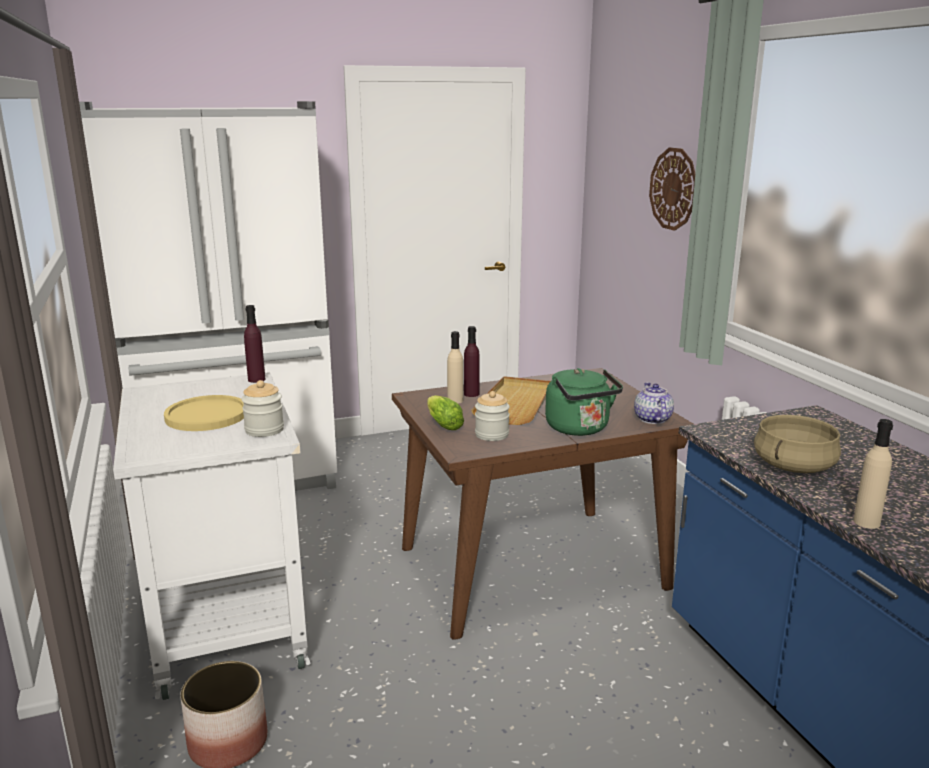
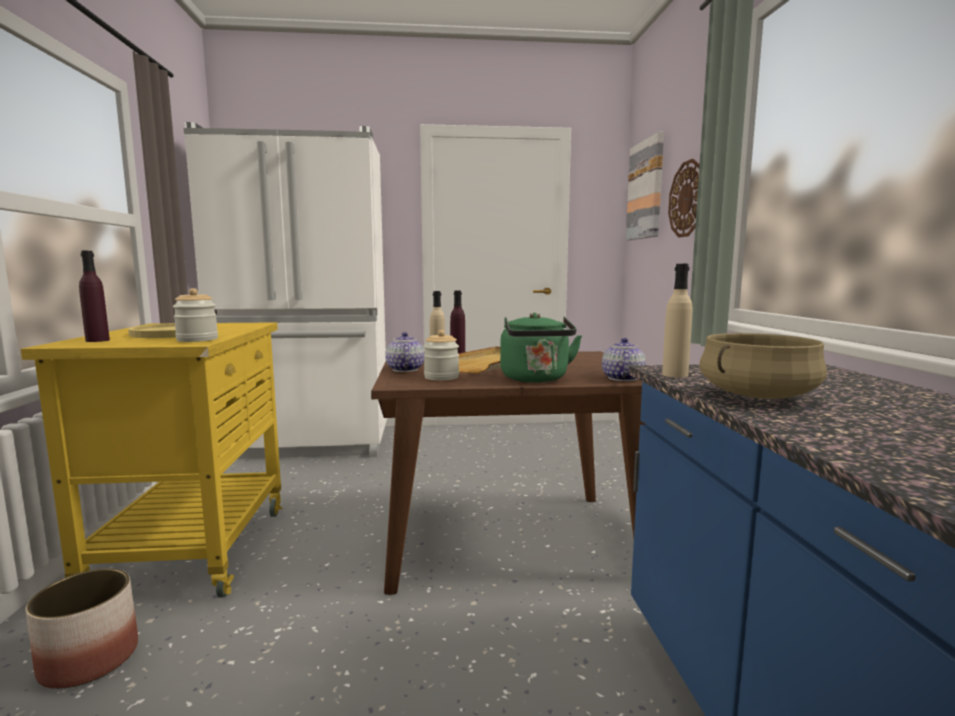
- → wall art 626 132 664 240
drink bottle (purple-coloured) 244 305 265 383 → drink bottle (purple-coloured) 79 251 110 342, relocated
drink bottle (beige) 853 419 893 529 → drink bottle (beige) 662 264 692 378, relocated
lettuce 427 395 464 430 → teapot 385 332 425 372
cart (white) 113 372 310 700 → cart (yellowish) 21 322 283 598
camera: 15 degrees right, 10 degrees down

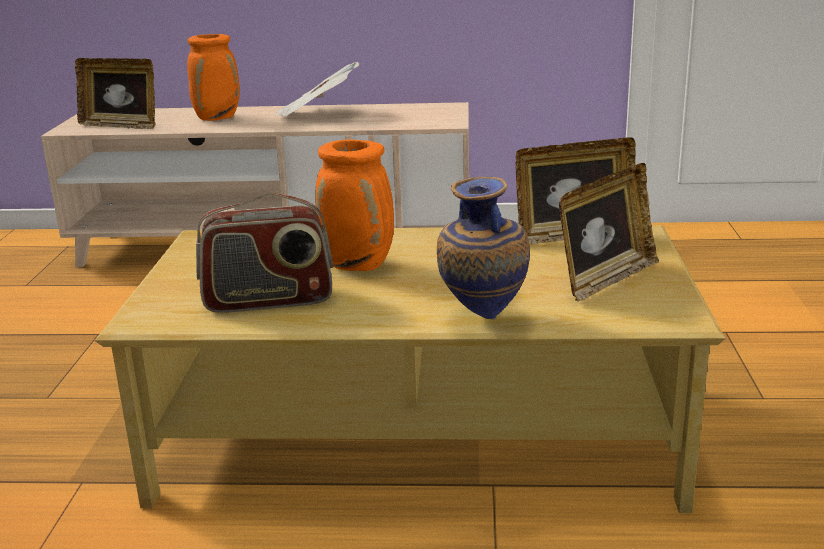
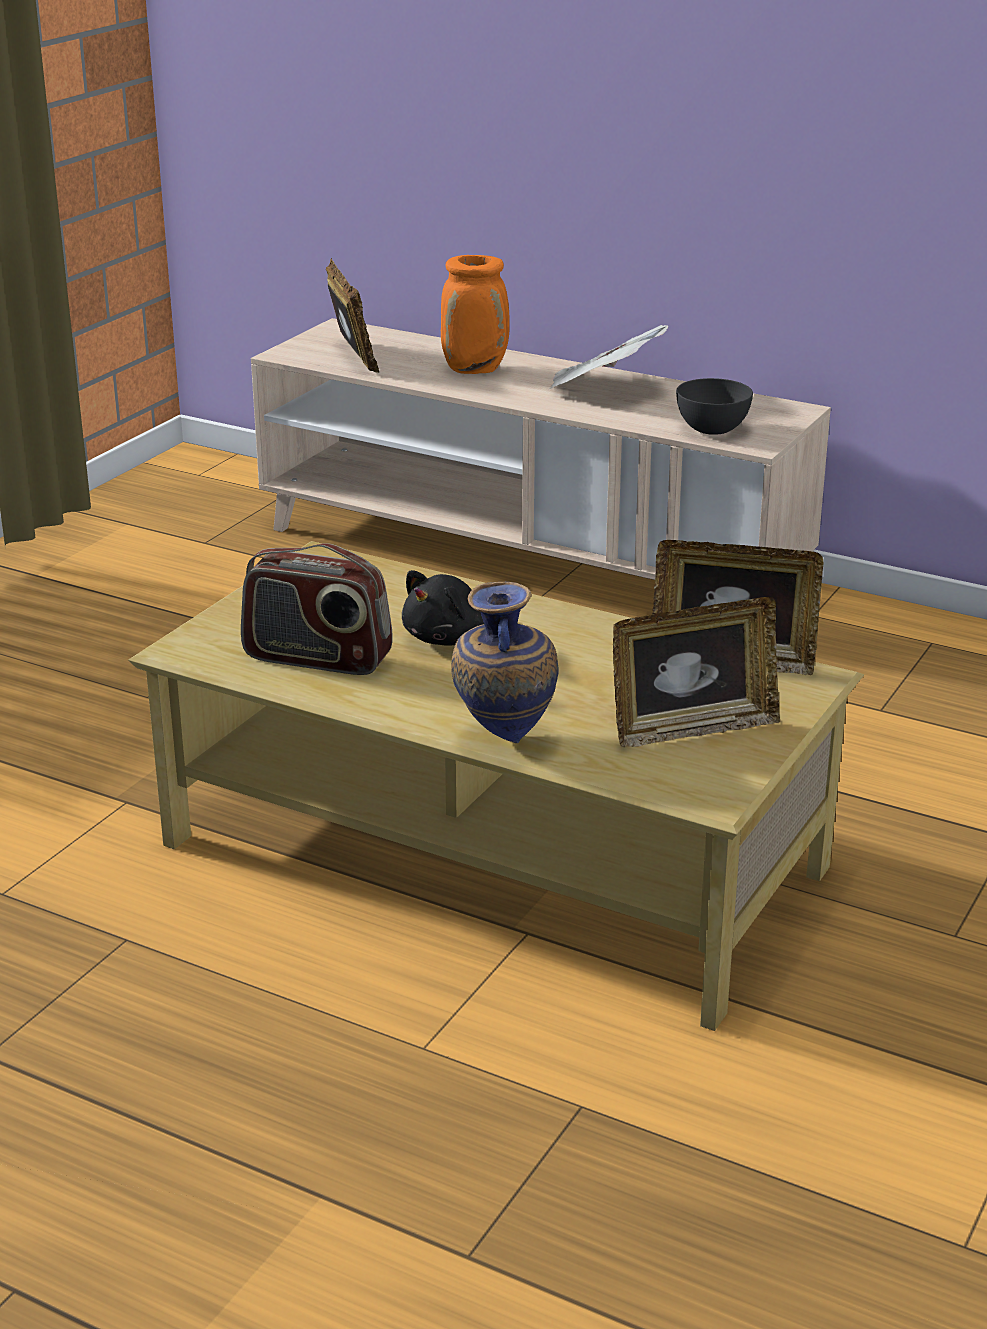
- → serving bowl (greyish) 676 378 753 435
vase (orange-coloured) 315 140 394 271 → cuddly toy (black-coloured) 402 570 484 645
picture frame 75 58 156 129 → picture frame 326 258 379 373, 150 degrees counterclockwise
camera: 25 degrees right, 5 degrees up

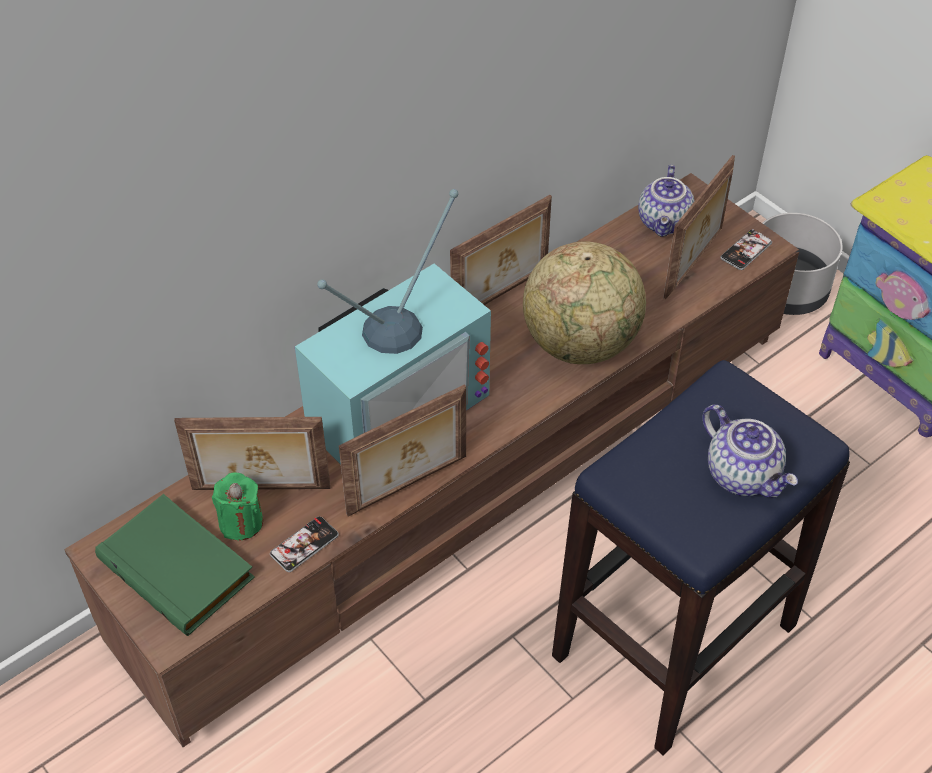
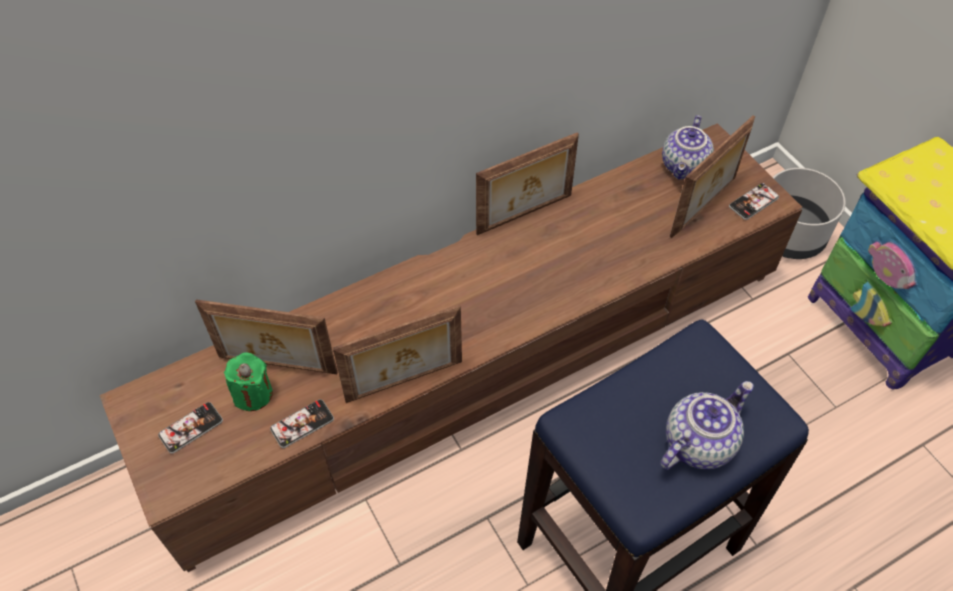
TV set 295 189 491 464 → -
desk globe 523 241 646 364 → -
book (green) 95 494 255 636 → phone 158 402 223 454
teapot 702 404 798 498 → teapot 660 381 754 470, 105 degrees counterclockwise
camera: 10 degrees right, 5 degrees up

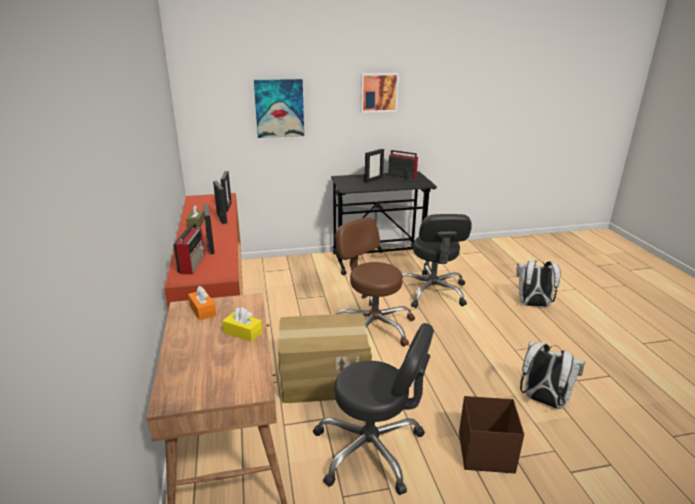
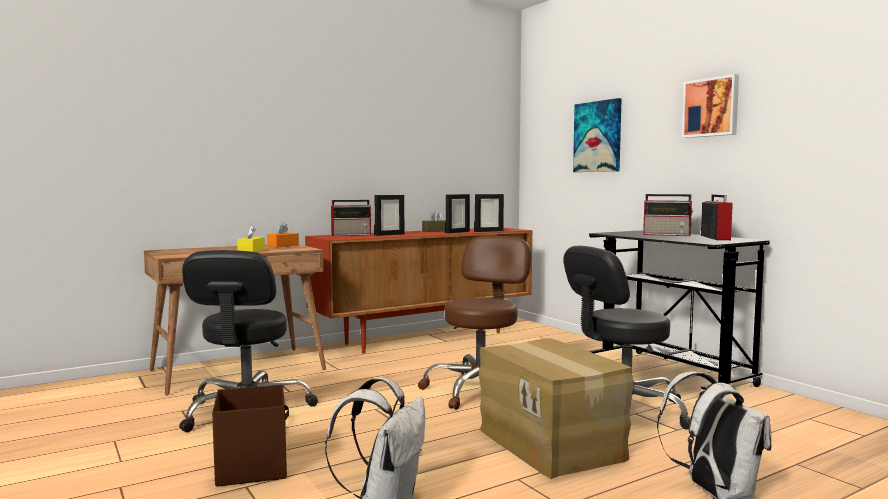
cardboard box 278 313 372 403 → cardboard box 479 338 634 479, relocated
picture frame 364 149 384 183 → radio 643 194 694 236
camera: 70 degrees right, 20 degrees down

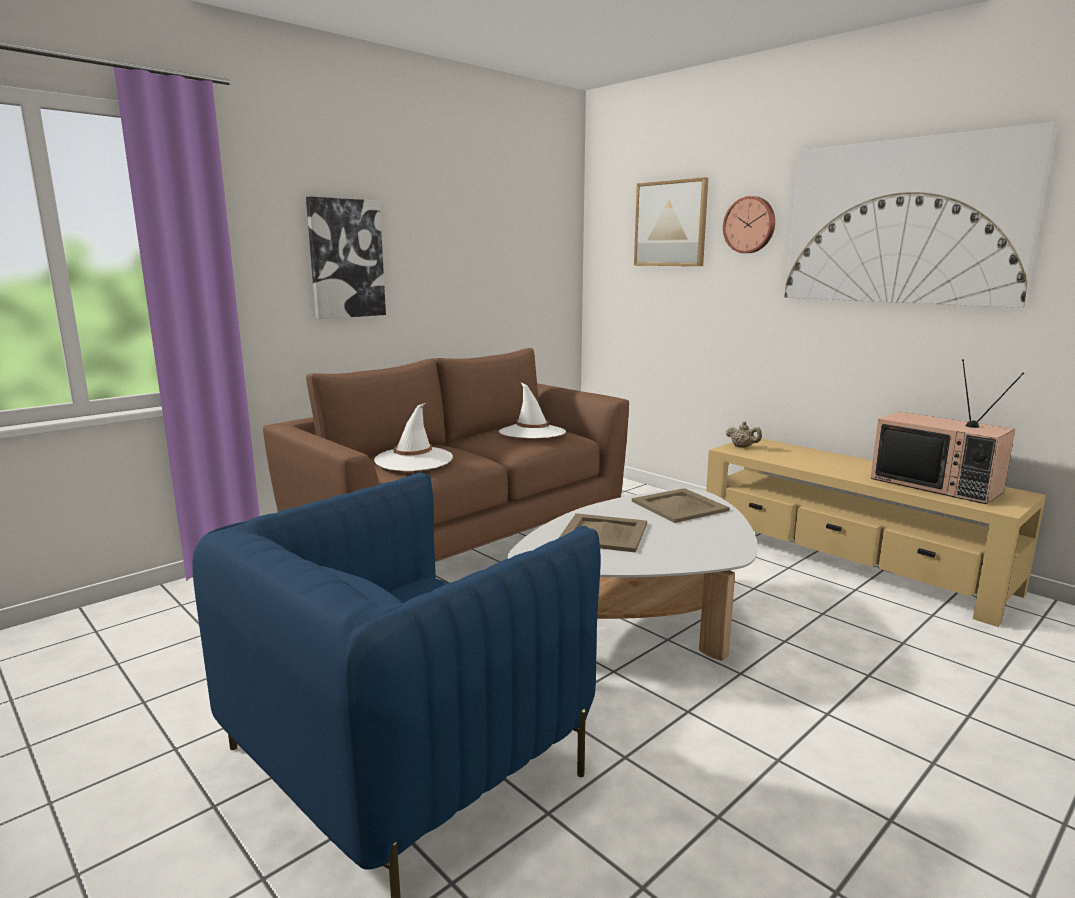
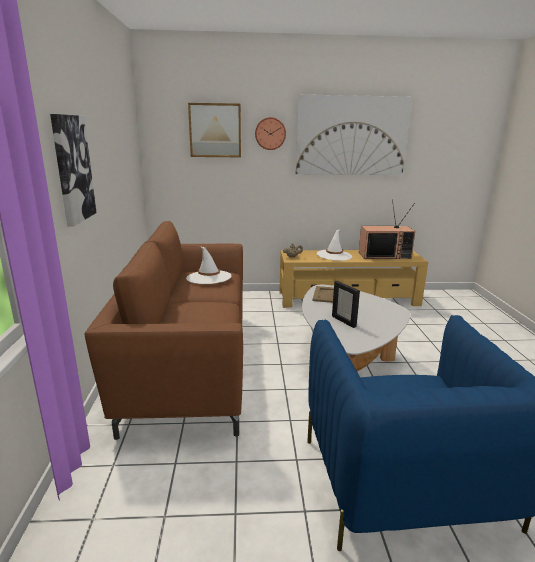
wearable hat (white) 374 403 453 471 → wearable hat (white) 317 229 352 261, relocated
serving tray (beige) 559 513 647 553 → picture frame 332 281 360 328
camera: 50 degrees left, 5 degrees up

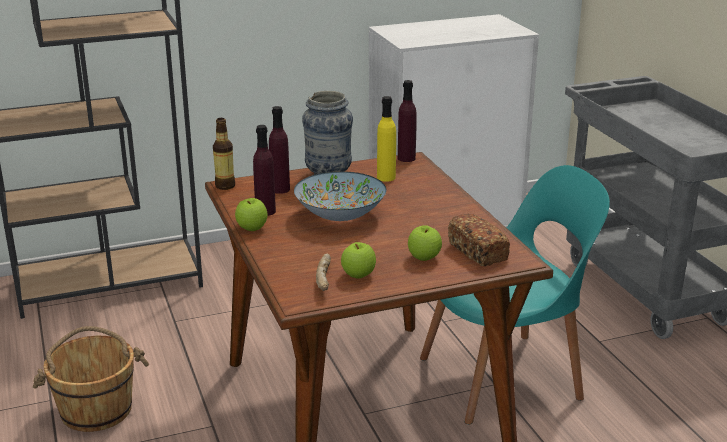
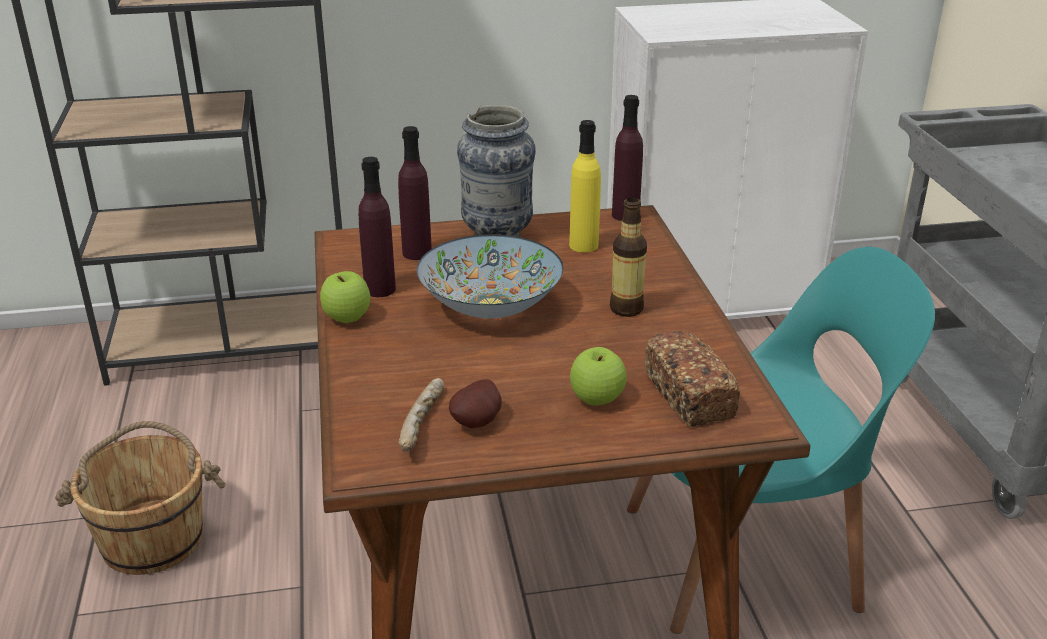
drink bottle 213 118 235 190 → drink bottle 610 197 647 317, relocated
apple fruit 341 242 376 279 → whole potato 449 379 502 428
camera: 10 degrees right, 5 degrees up

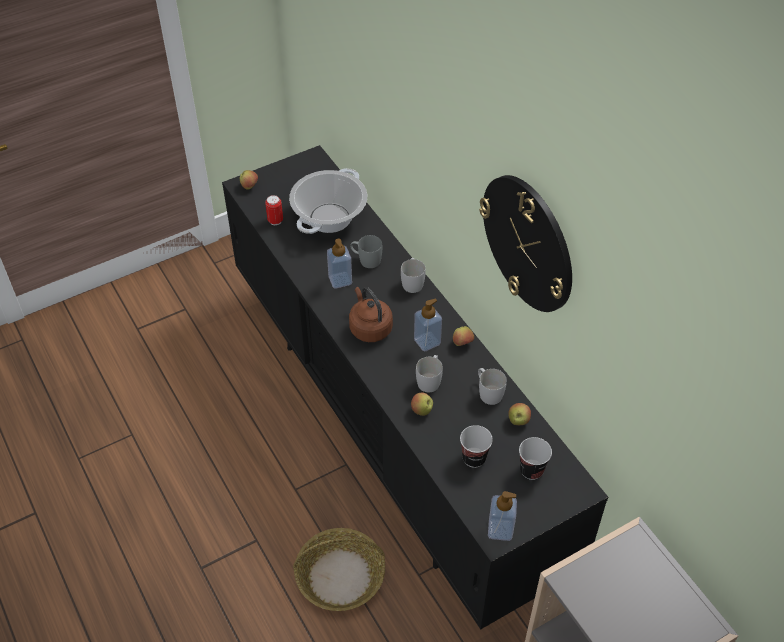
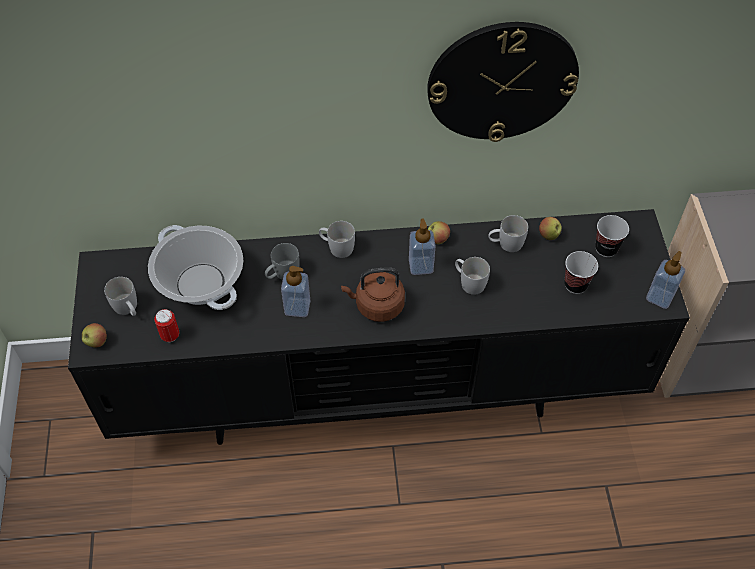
storage basket 293 528 385 611 → -
apple fruit 411 393 433 416 → -
- → tea mug (white) 104 277 137 316
camera: 65 degrees left, 5 degrees up

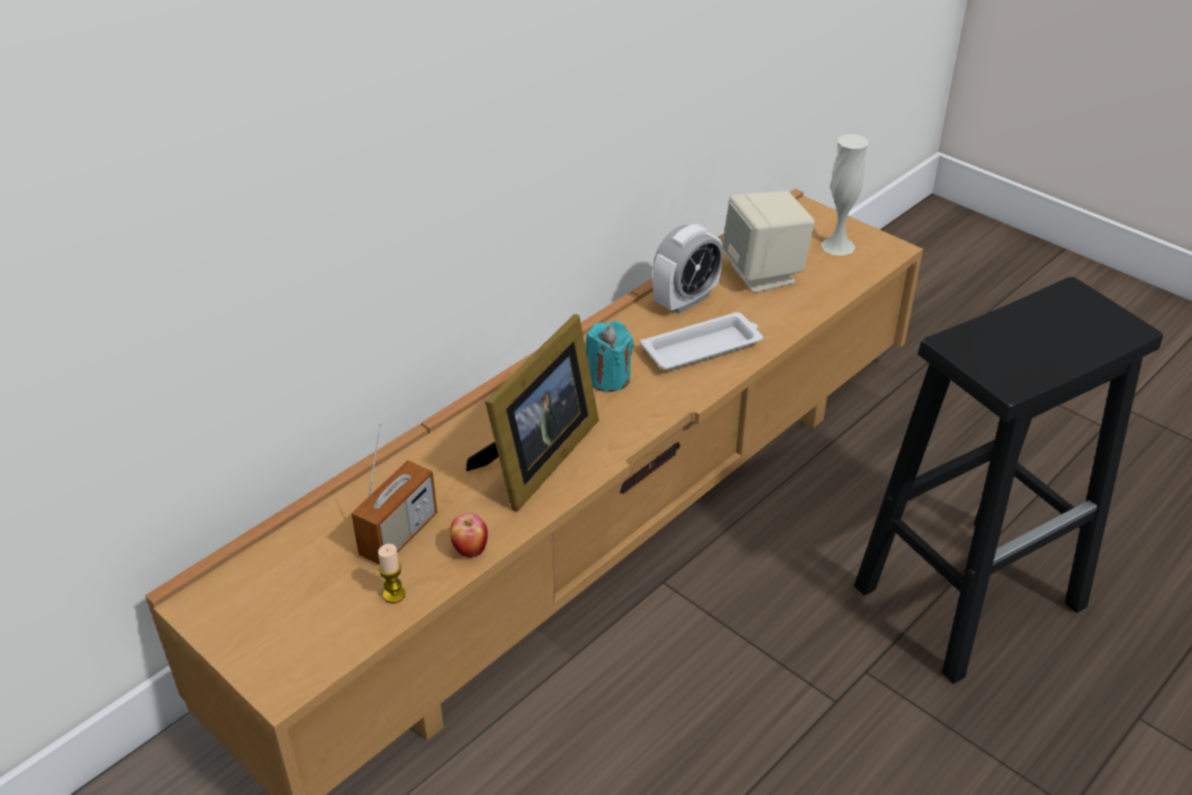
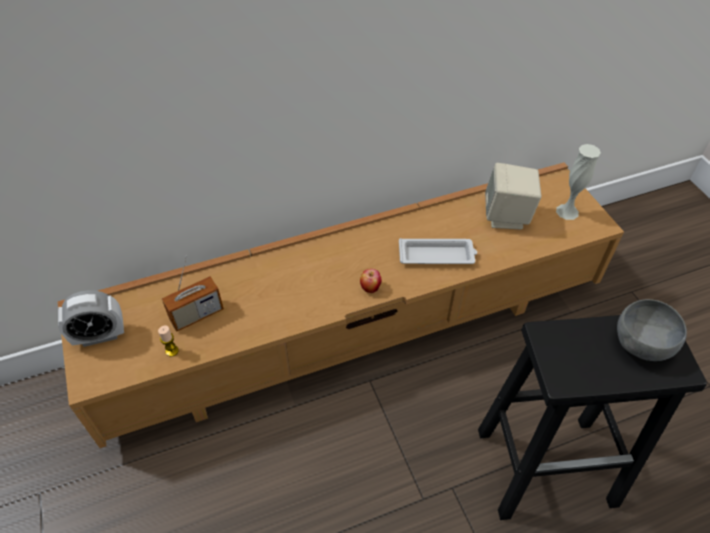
picture frame 466 314 599 512 → -
wax candle (turquoise) 586 321 634 392 → -
- → serving bowl (greyish) 617 299 687 361
apple fruit 450 513 488 558 → apple fruit 360 269 382 293, relocated
table clock 653 224 723 314 → table clock 58 290 124 347, relocated
camera: 25 degrees right, 10 degrees up

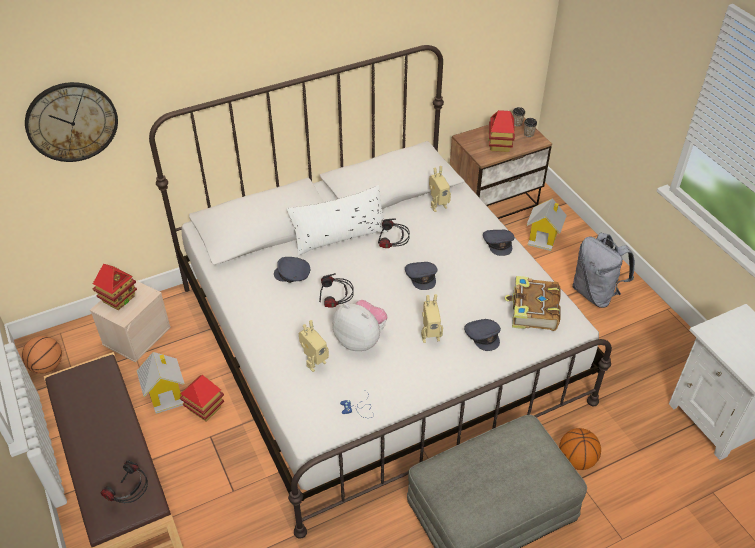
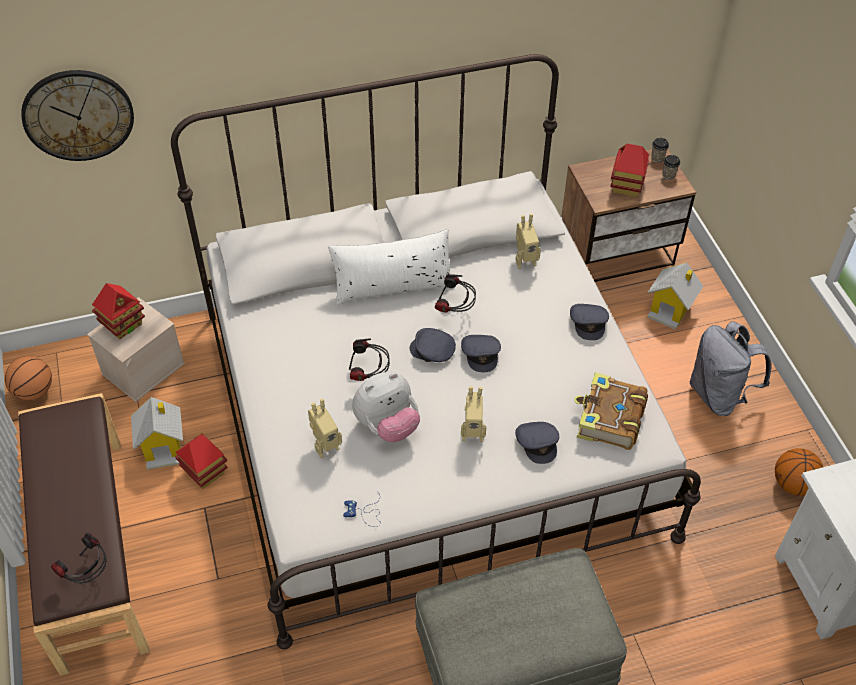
cap (greyish) 274 257 310 283 → cap (greyish) 410 328 456 362, relocated
ball for basketball 559 428 601 470 → ball for basketball 775 448 823 496, relocated
cuddly toy 332 300 387 351 → cuddly toy 352 372 420 442, 105 degrees clockwise
camera: 10 degrees right, 5 degrees up

